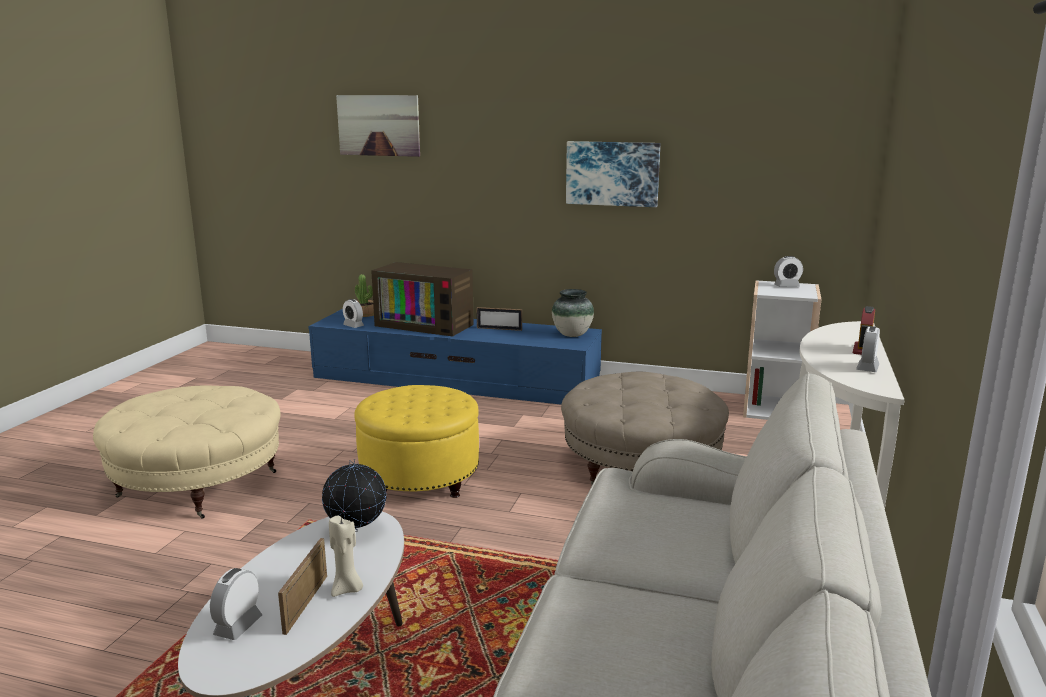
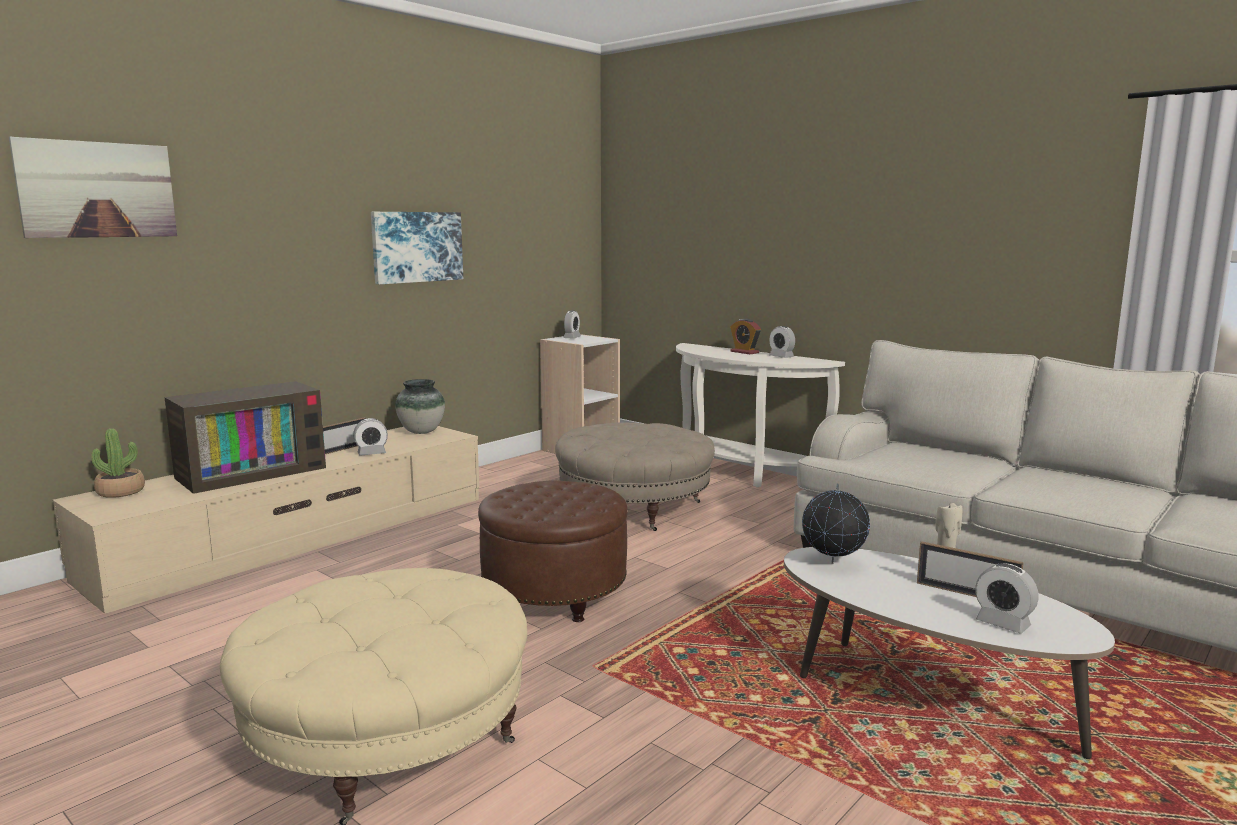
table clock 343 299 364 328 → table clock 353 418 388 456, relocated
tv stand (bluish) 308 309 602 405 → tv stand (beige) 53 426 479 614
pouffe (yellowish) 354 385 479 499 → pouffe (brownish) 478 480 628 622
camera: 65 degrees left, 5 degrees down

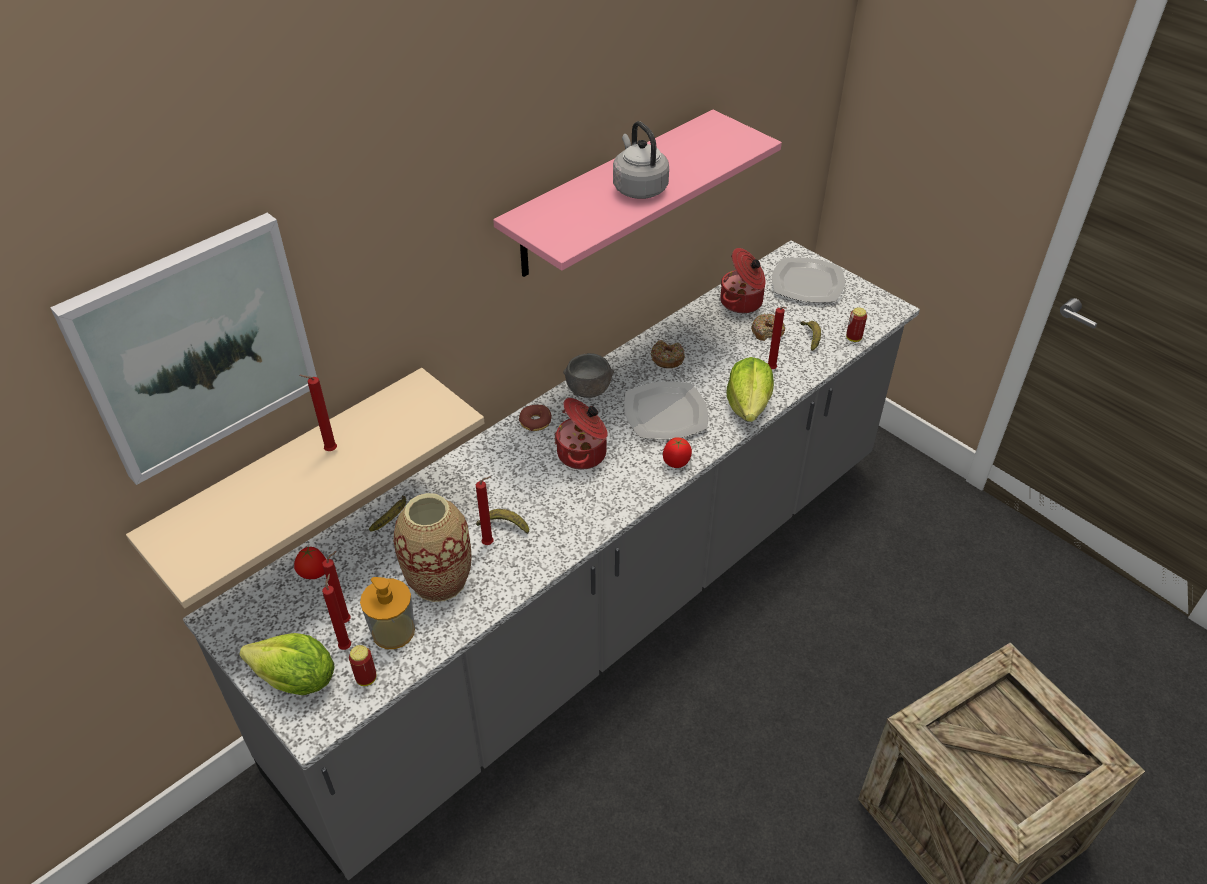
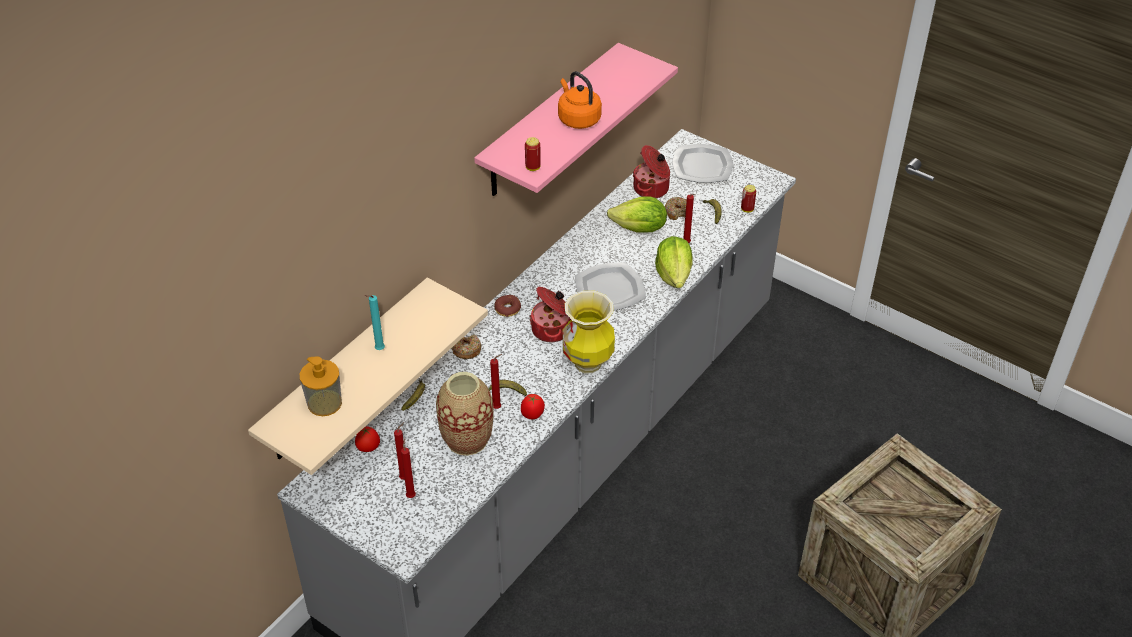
wall art 50 213 317 485 → -
serving bowl (greyish) 563 353 614 398 → -
- → vase 563 291 615 374
lettuce 239 633 335 695 → lettuce 607 196 667 232, relocated
sealed can 349 645 377 686 → sealed can 525 137 541 171, relocated
soap dispenser 360 577 415 649 → soap dispenser 300 356 342 416, relocated
ring doughnut 651 340 685 368 → ring doughnut 451 335 481 359, relocated
fresh tomato 663 437 692 468 → fresh tomato 521 394 545 419, relocated
wax candle (red-coloured) 299 375 337 451 → wax candle (turquoise) 364 295 385 350
water kettle (greyish) 613 121 669 199 → water kettle (orange-coloured) 558 71 602 129
camera: 10 degrees left, 0 degrees up

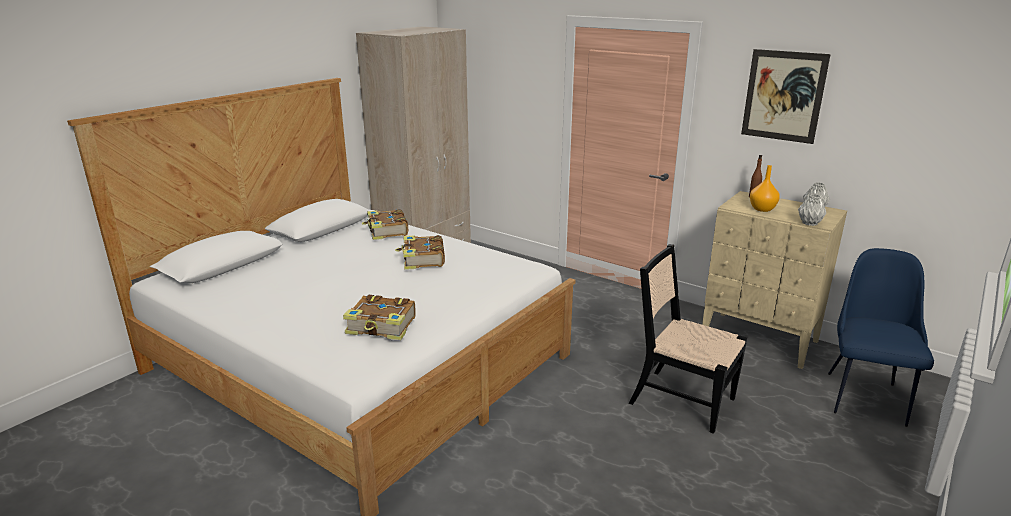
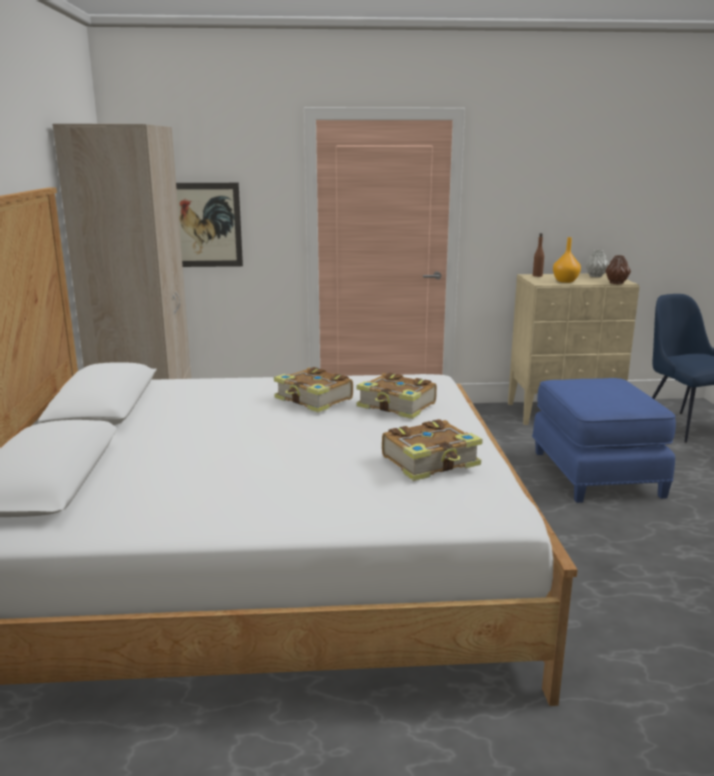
book 362 209 408 240 → book 356 373 437 419, relocated
wall art 741 49 831 144 → wall art 176 183 243 267, relocated
upright chair 629 244 747 434 → pouffe (bluish) 532 378 676 503
vase (greyish) 798 194 826 226 → vase (brownish) 605 255 631 284
camera: 40 degrees left, 5 degrees down

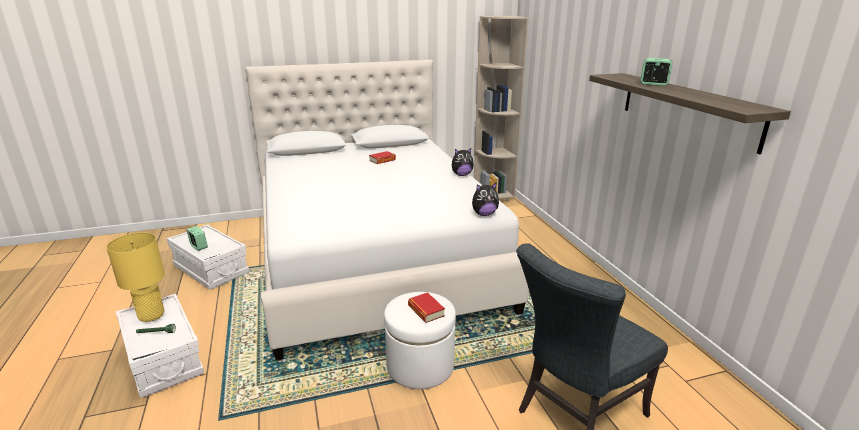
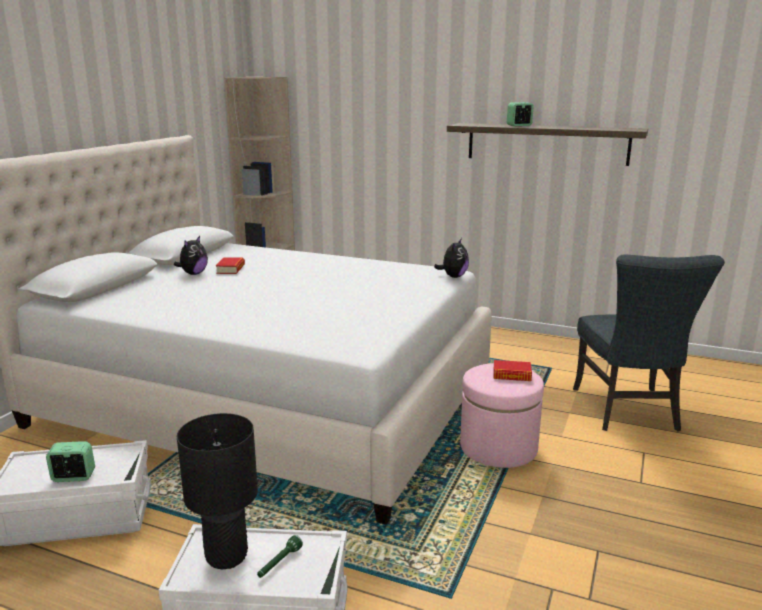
cuddly toy 452 148 474 176 → cuddly toy 174 236 208 275, relocated
table lamp (yellowish) 106 233 165 322 → table lamp (black-coloured) 177 413 258 569
pouffe (white) 384 292 456 389 → pouffe (pink) 460 363 544 468
camera: 50 degrees left, 5 degrees down

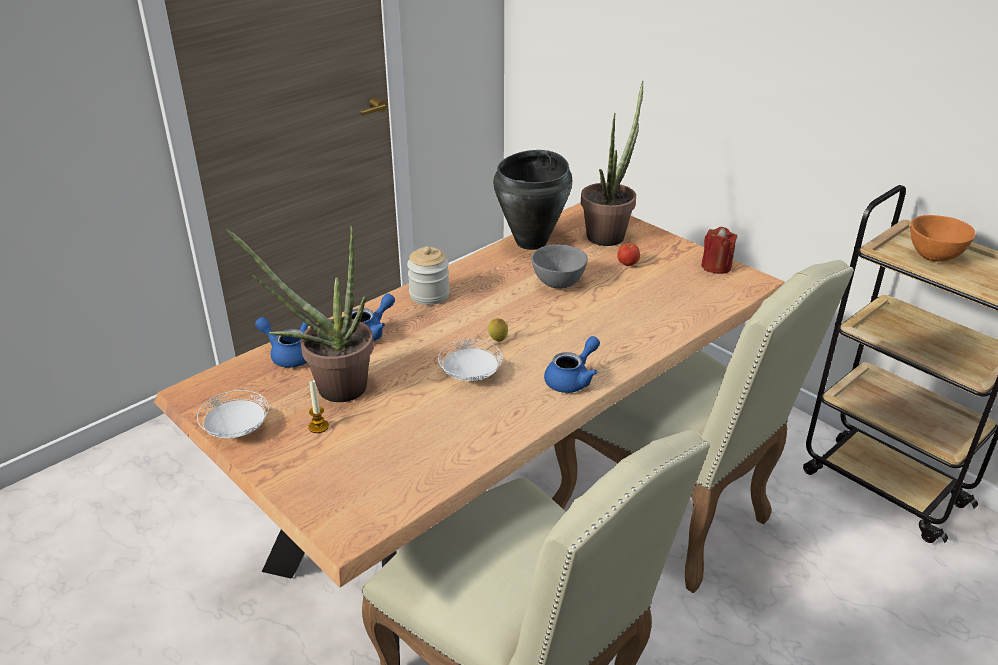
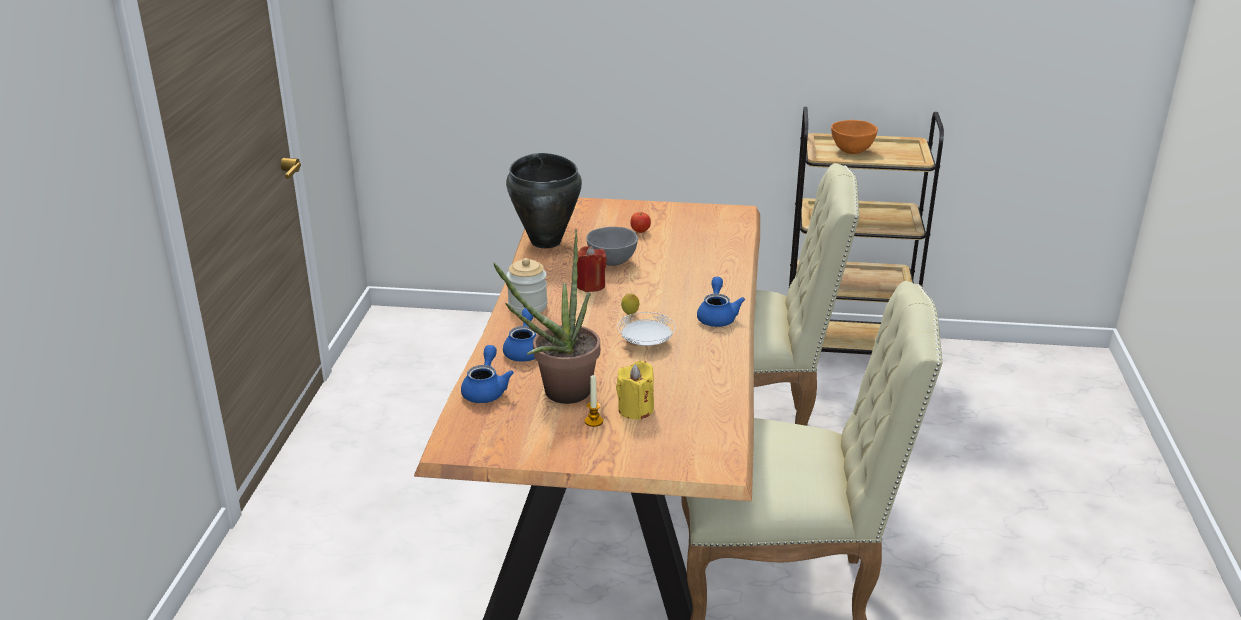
dinner plate (white) 197 390 269 438 → -
plant in a pot 581 81 643 246 → -
- → wax candle (yellowish) 616 361 654 420
wax candle (red-coloured) 701 227 738 274 → wax candle (red-coloured) 577 246 607 292, relocated
teapot (bluish) 255 317 308 368 → teapot (bluish) 461 345 514 403, 105 degrees clockwise
camera: 40 degrees left, 5 degrees down

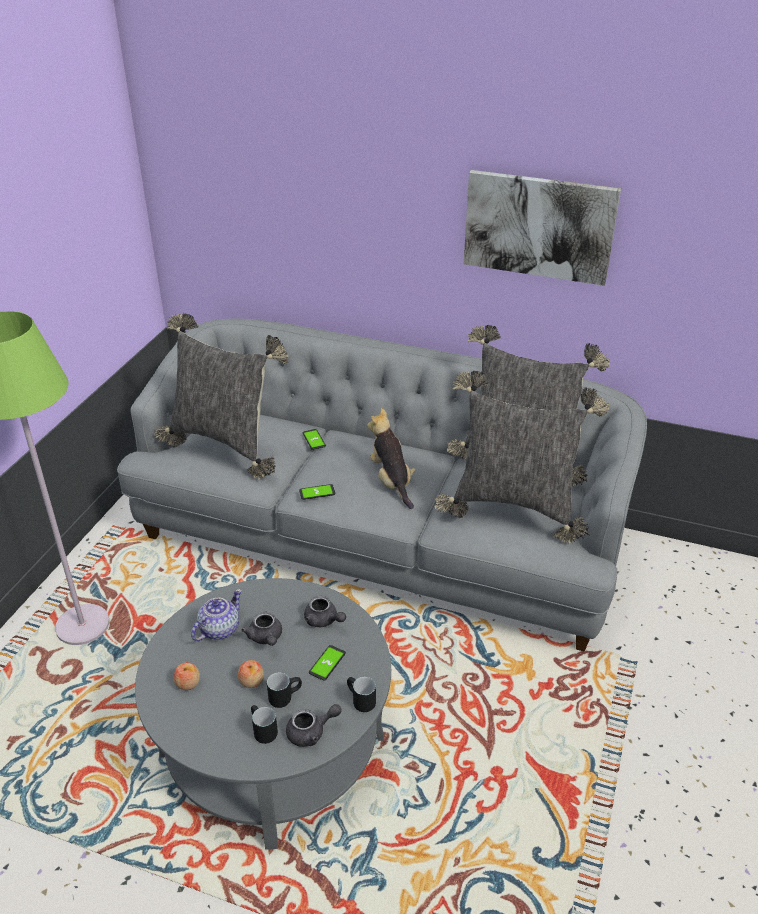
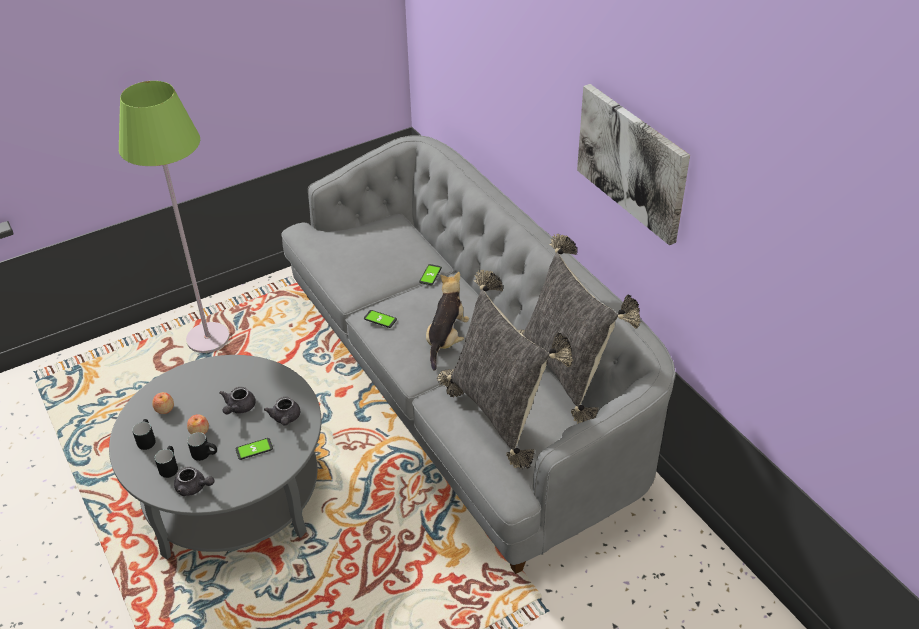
cushion 154 314 289 479 → -
teapot 191 589 242 641 → -
tea mug (black-coloured) 347 677 376 712 → tea mug (black-coloured) 132 419 156 450, relocated
camera: 40 degrees right, 5 degrees up

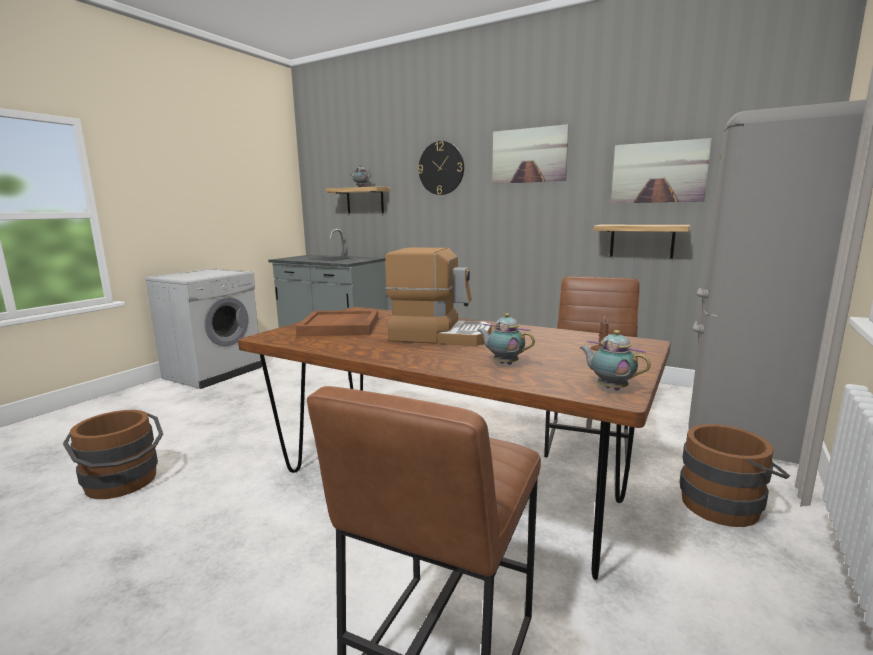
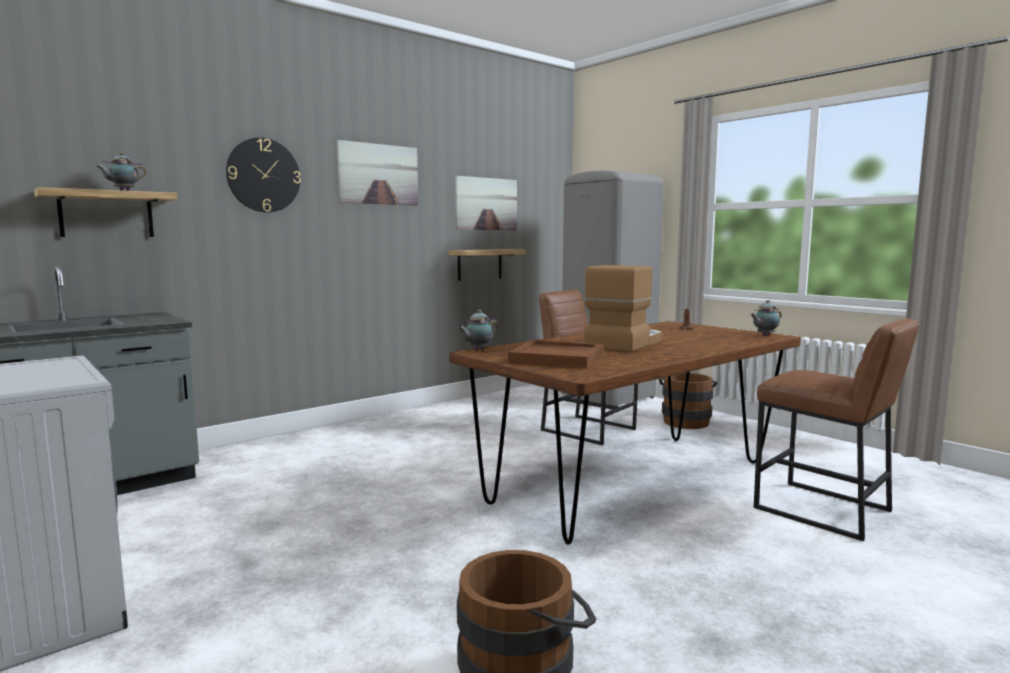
teapot 478 313 535 365 → teapot 458 310 498 351, relocated
camera: 70 degrees left, 5 degrees down

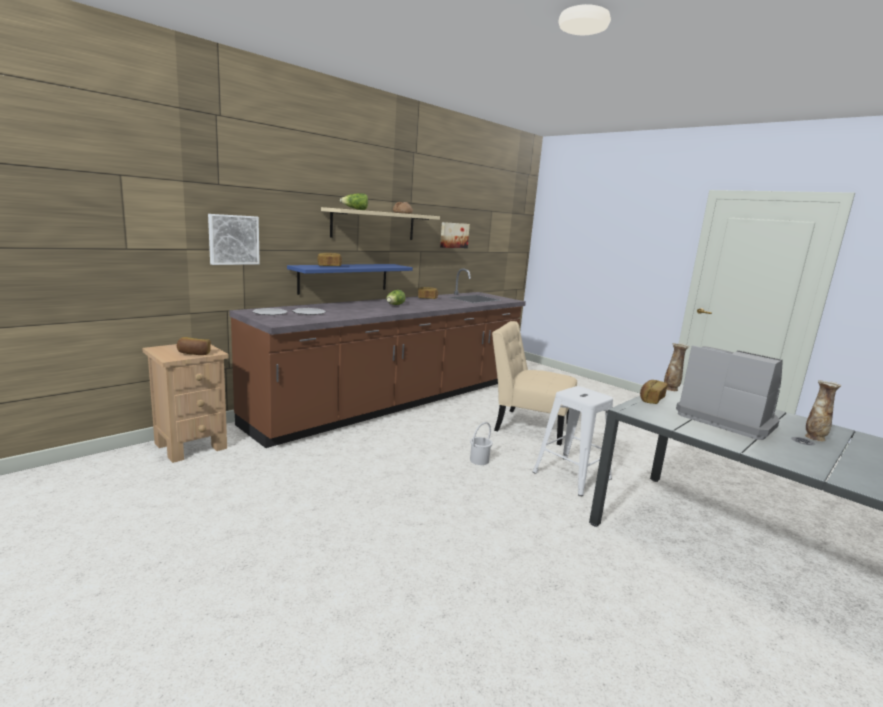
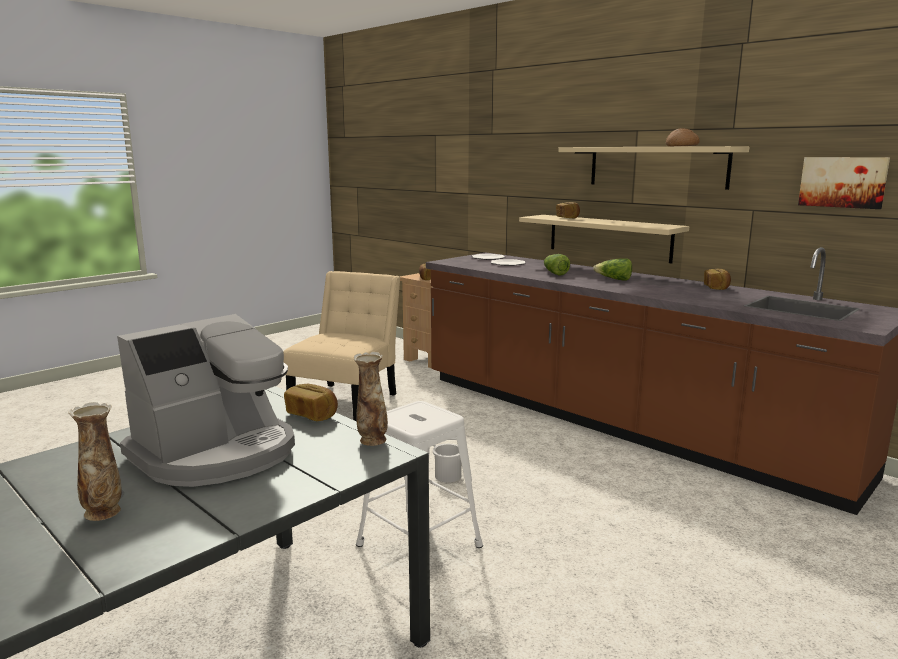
wall art 208 214 260 265 → -
lettuce 340 193 368 210 → lettuce 544 254 570 276, relocated
upright chair (beige) 492 321 577 445 → upright chair (beige) 283 271 400 421, relocated
shelf (bluish) 287 264 413 295 → shelf (beige) 519 215 689 264
camera: 90 degrees right, 0 degrees up

